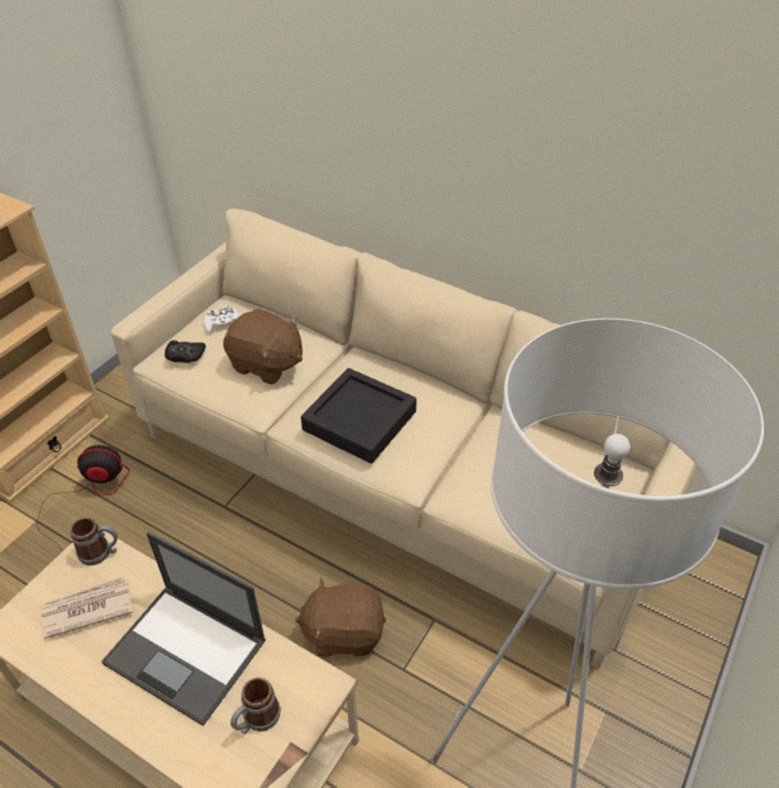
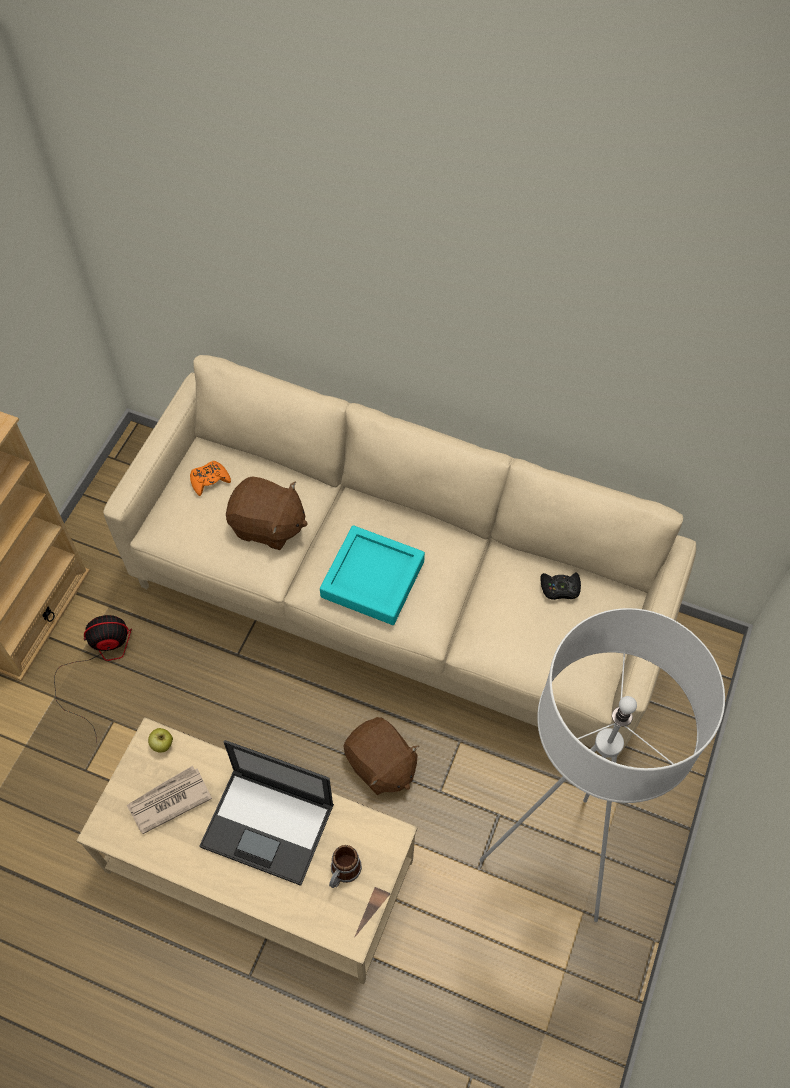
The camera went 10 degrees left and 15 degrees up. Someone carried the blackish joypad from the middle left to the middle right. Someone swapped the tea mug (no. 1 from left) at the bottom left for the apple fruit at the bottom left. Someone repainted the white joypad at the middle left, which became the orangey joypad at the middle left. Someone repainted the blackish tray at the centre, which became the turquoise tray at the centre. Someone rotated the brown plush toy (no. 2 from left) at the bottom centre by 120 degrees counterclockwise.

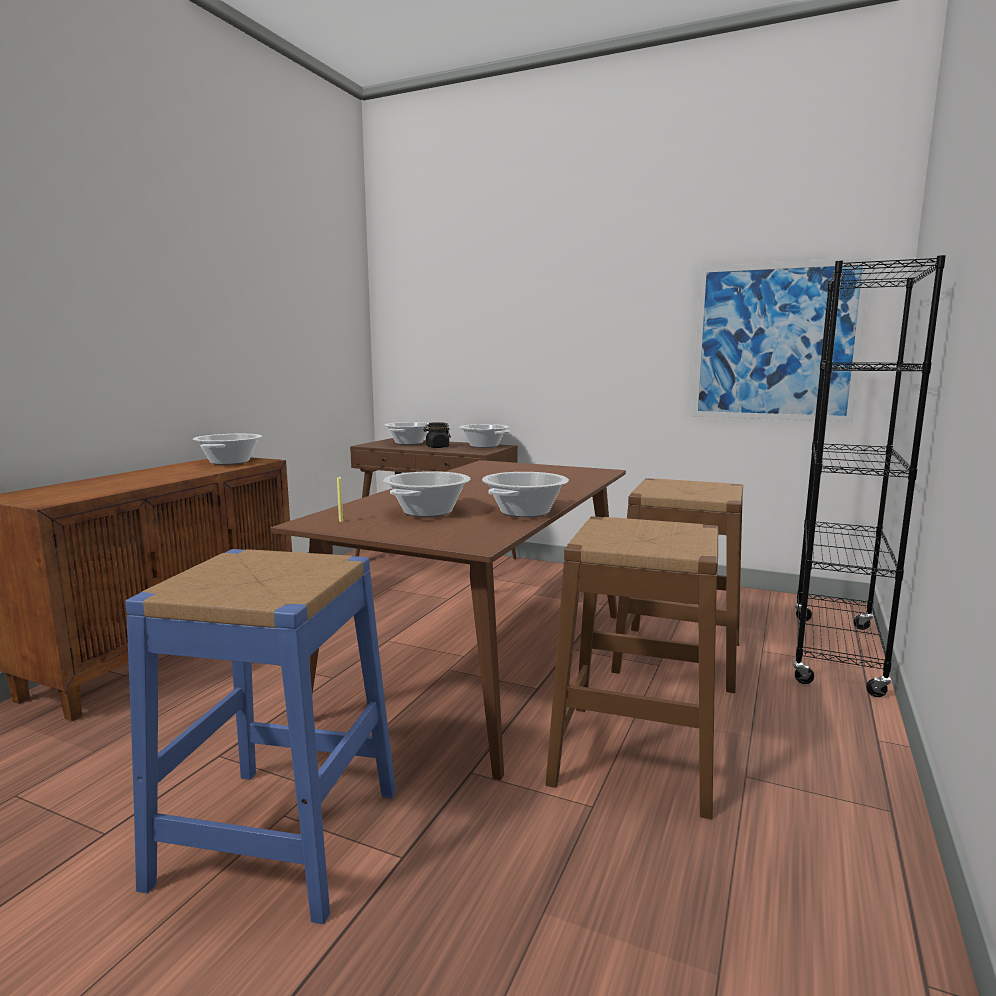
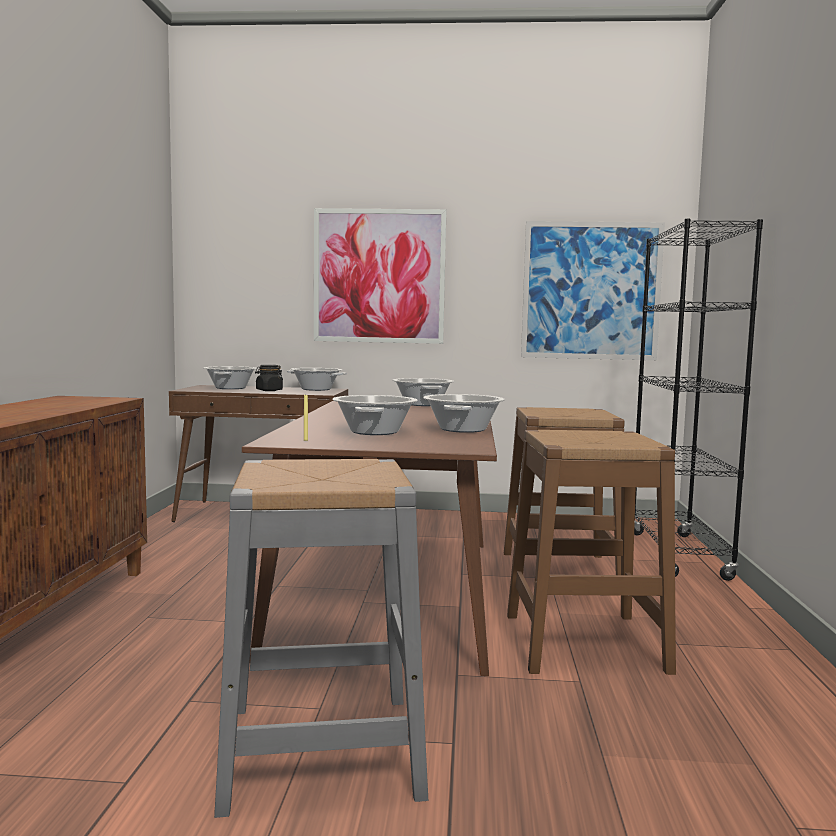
The camera went 20 degrees left and 5 degrees down. Someone put up the picture (no. 1 from left) at the top centre. Someone carried the saucepot (no. 1 from left in the first image) from the middle left to the centre. Someone repainted the bluish stool at the bottom left, which became the greyish stool at the bottom centre.

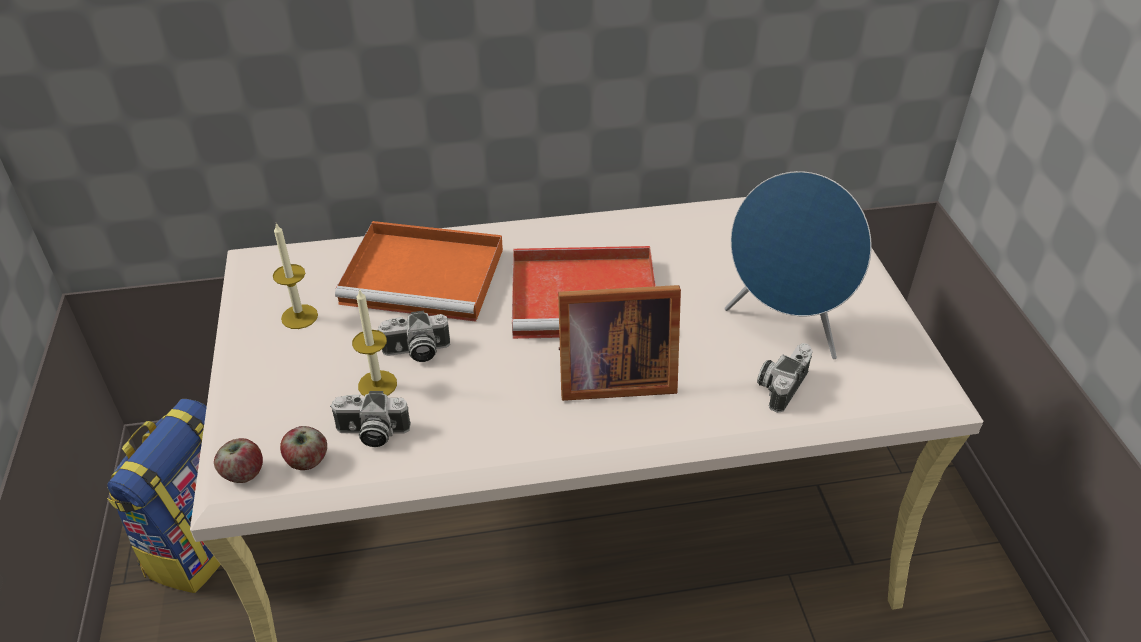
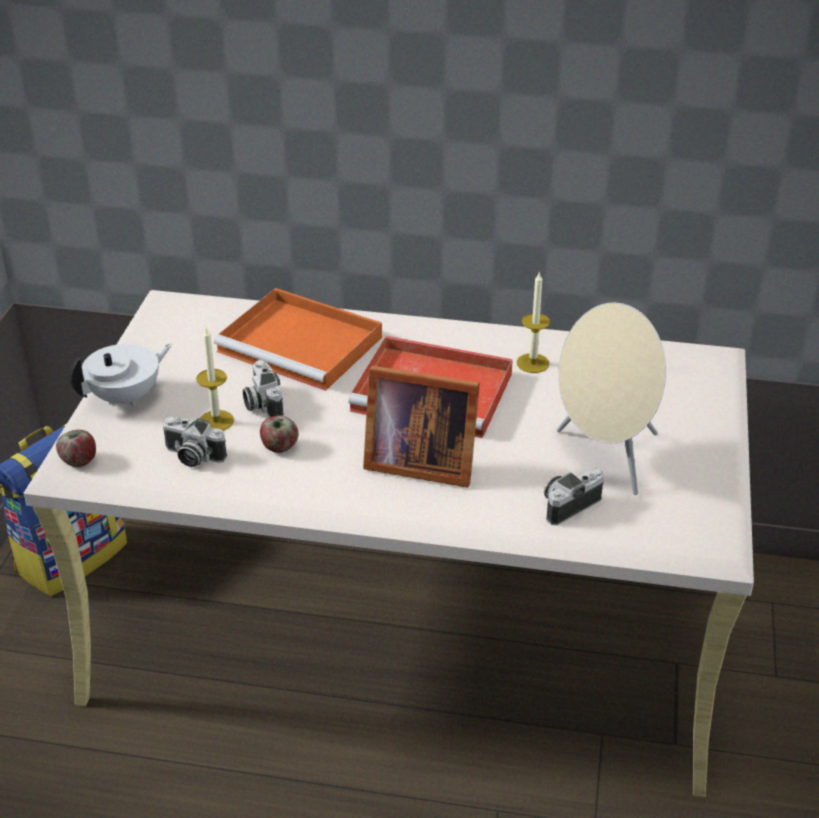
The camera went 20 degrees right and 5 degrees down. Someone put down the white pot for tea at the middle left. Someone carried the wax light (no. 1 from left in the first image) from the middle left to the centre. Someone carried the apple fruit (no. 2 from left) from the bottom left to the centre. Someone repainted the bluish speaker at the middle right, which became the beige-coloured speaker at the middle right. Someone rotated the still camera (no. 2 from left) at the centre by 60 degrees clockwise.

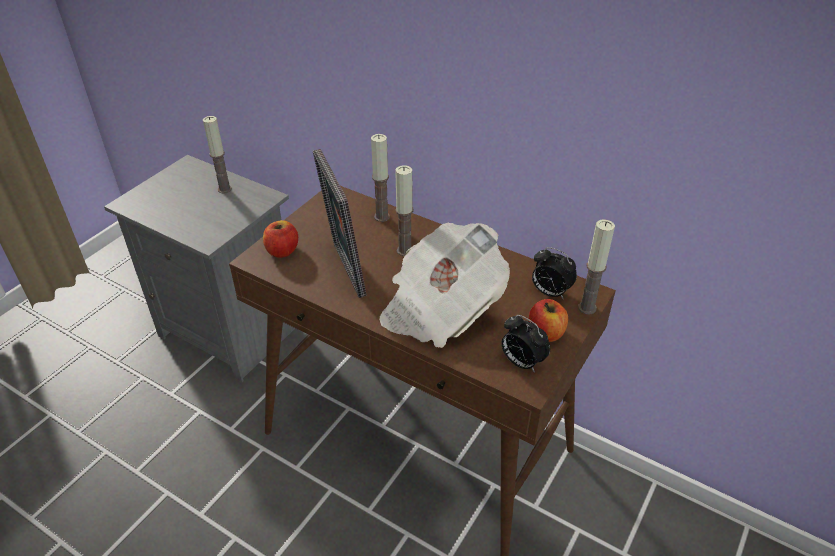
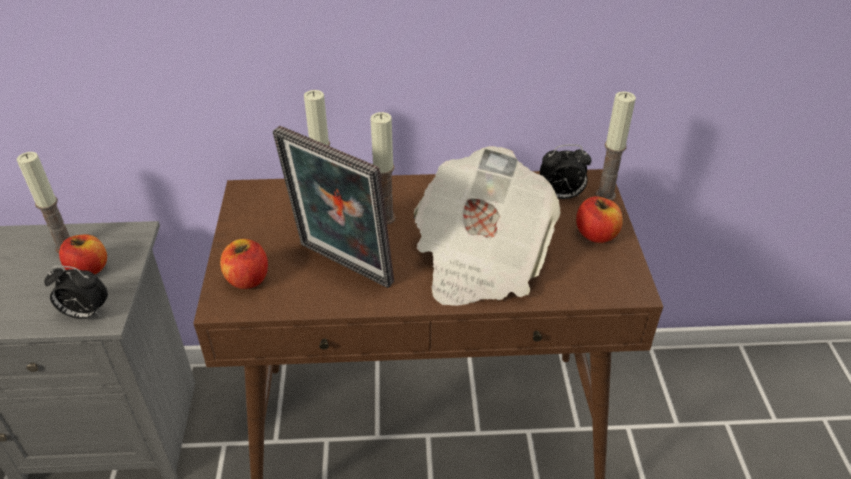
The camera went 35 degrees left and 0 degrees up. Someone put down the apple fruit (no. 1 from left) at the middle left. Someone carried the bedside clock (no. 1 from left) from the centre to the middle left.

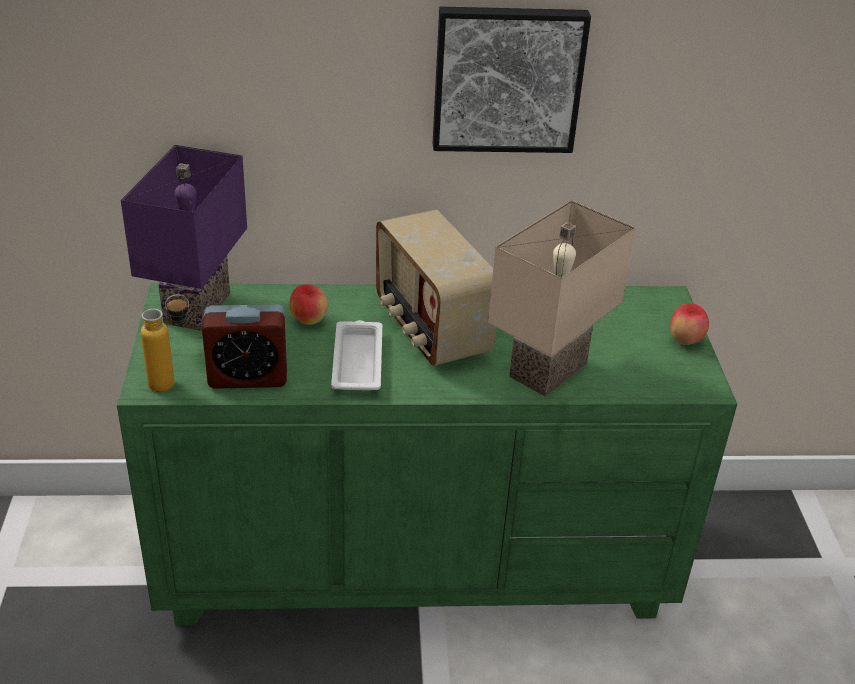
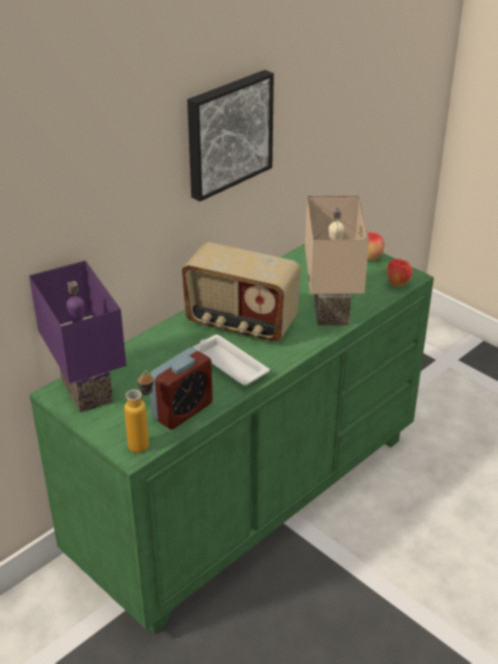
The camera went 40 degrees left and 0 degrees up. Someone carried the apple fruit (no. 1 from left in the first image) from the centre to the middle right.

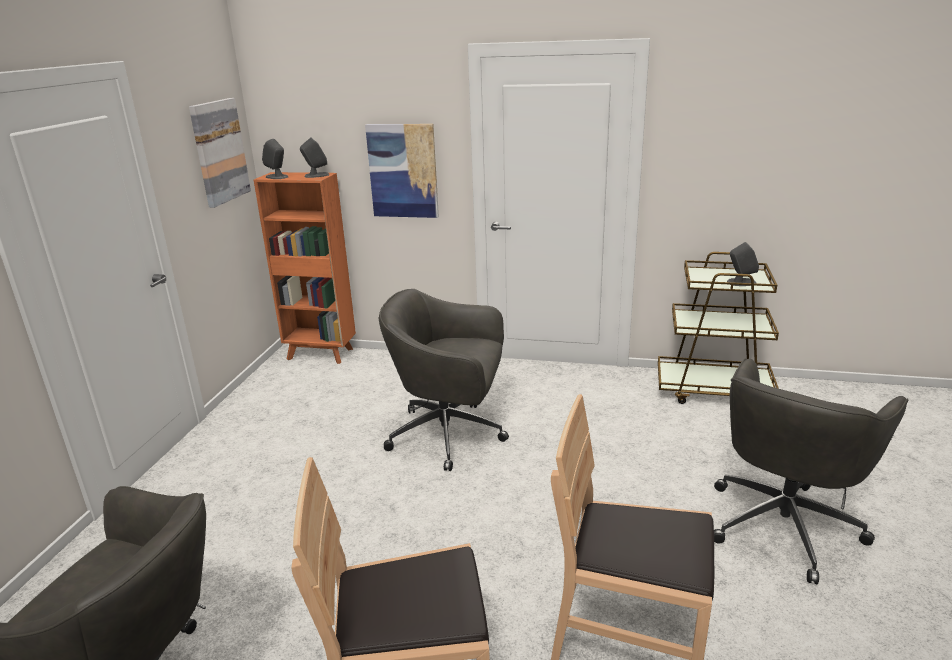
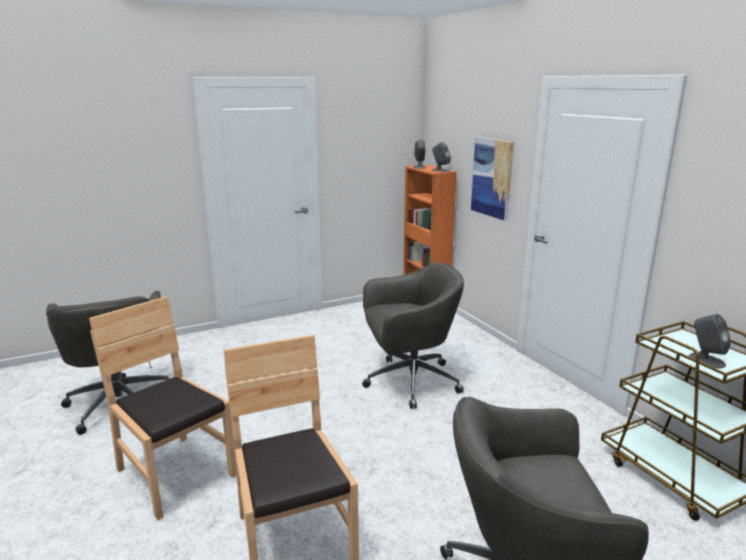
The camera went 50 degrees right and 5 degrees down. Someone took away the picture (no. 1 from left) at the top left. Someone rotated the greyish computer chair (no. 2 from left) at the centre by 105 degrees clockwise.

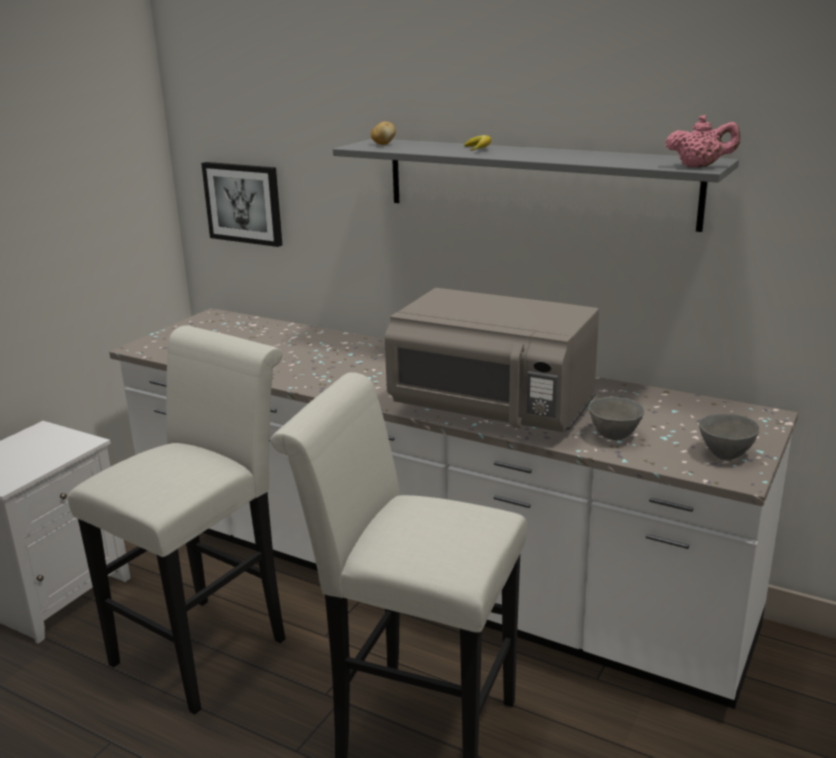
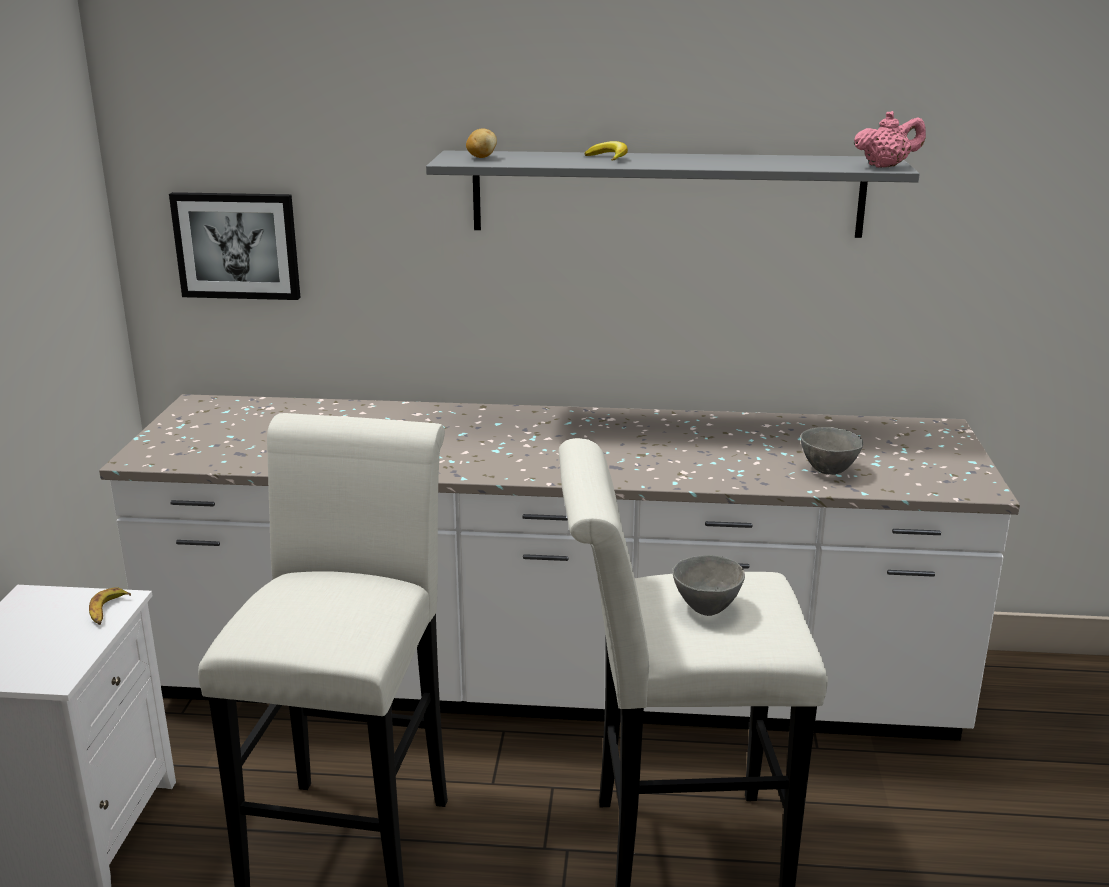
The camera went 25 degrees left and 0 degrees up. Someone took away the greyish microwave oven at the centre. Someone put down the banana fruit (no. 1 from left) at the bottom left. Someone carried the greyish bowl (no. 2 from left in the first image) from the middle right to the centre.

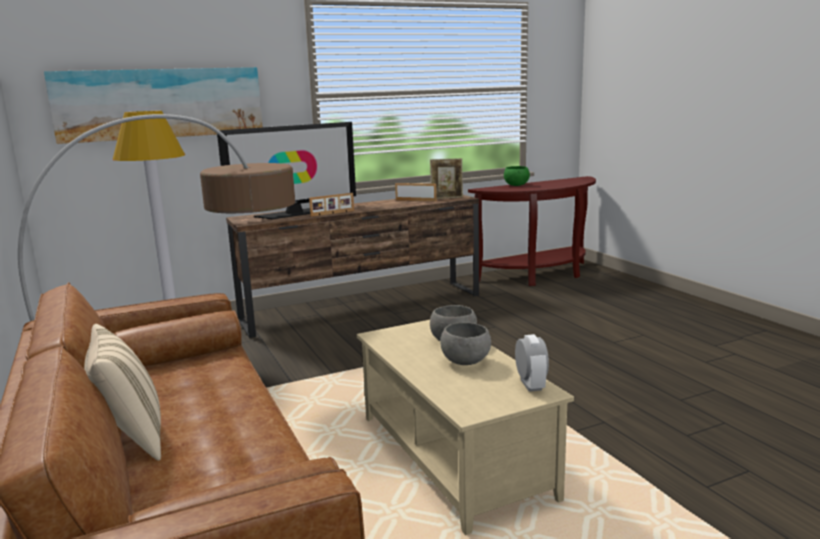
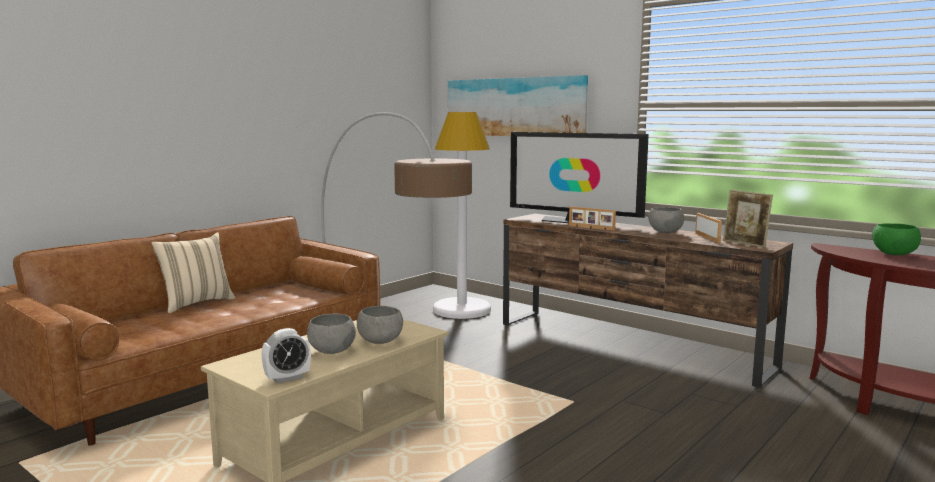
The camera went 65 degrees right and 5 degrees down. Someone put down the greyish bowl (no. 3 from left) at the middle right.

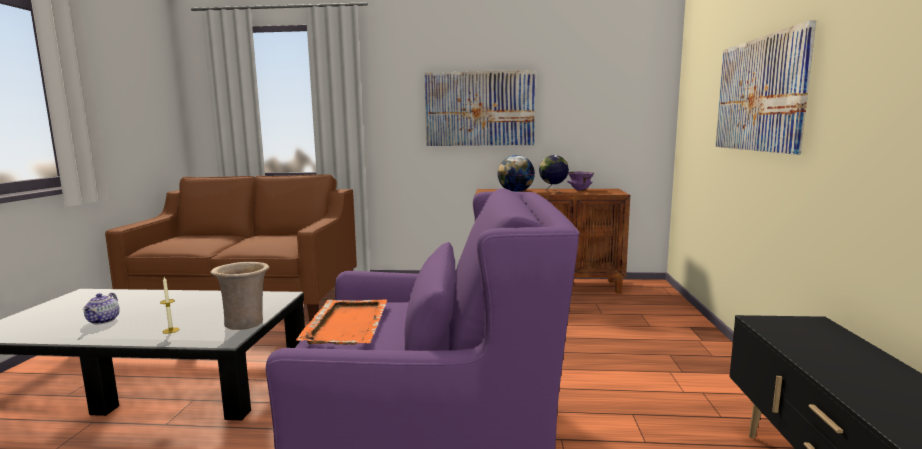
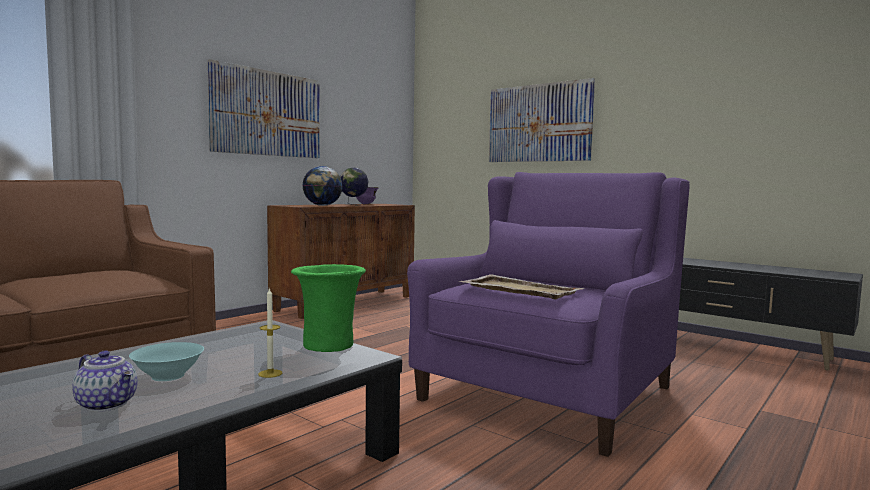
The camera went 55 degrees left and 5 degrees down. Someone put down the turquoise bowl at the bottom left. Someone repainted the beige-coloured flower vase at the middle left, which became the greenish flower vase at the centre. Someone repainted the orangey tray at the bottom centre, which became the beige-coloured tray at the centre.

